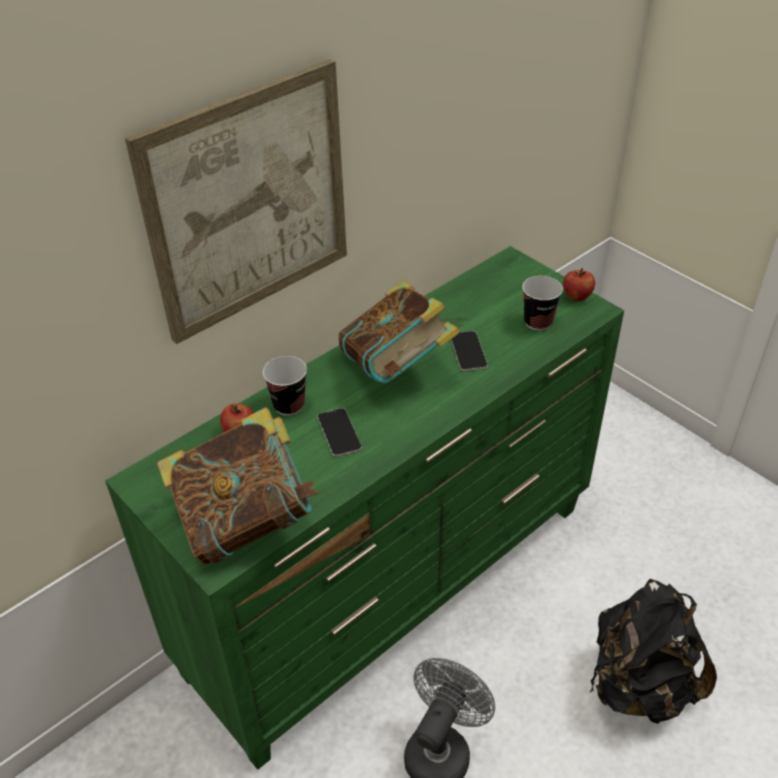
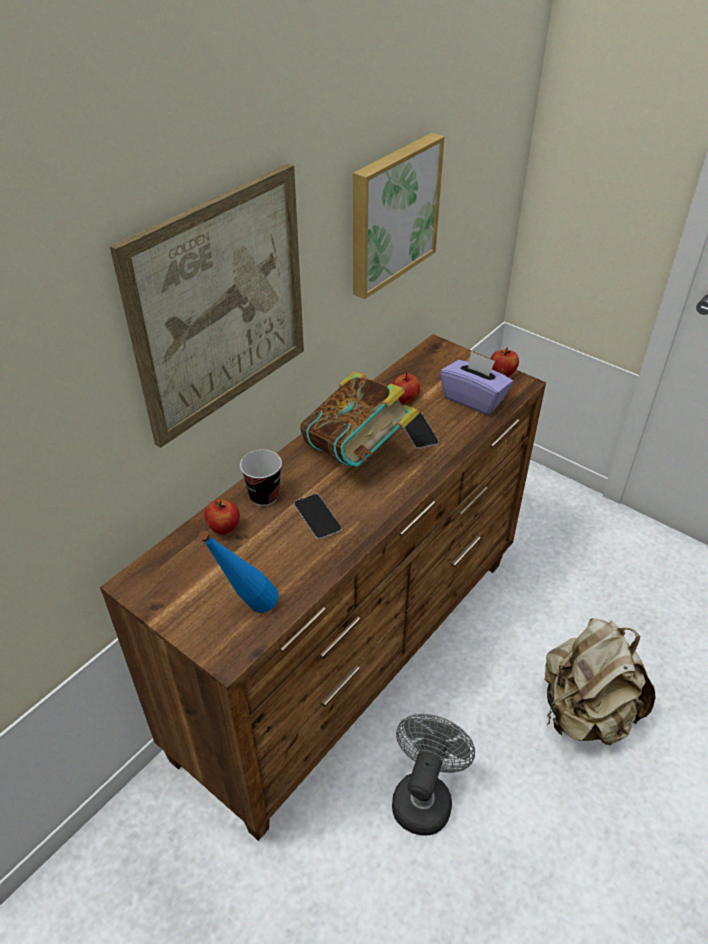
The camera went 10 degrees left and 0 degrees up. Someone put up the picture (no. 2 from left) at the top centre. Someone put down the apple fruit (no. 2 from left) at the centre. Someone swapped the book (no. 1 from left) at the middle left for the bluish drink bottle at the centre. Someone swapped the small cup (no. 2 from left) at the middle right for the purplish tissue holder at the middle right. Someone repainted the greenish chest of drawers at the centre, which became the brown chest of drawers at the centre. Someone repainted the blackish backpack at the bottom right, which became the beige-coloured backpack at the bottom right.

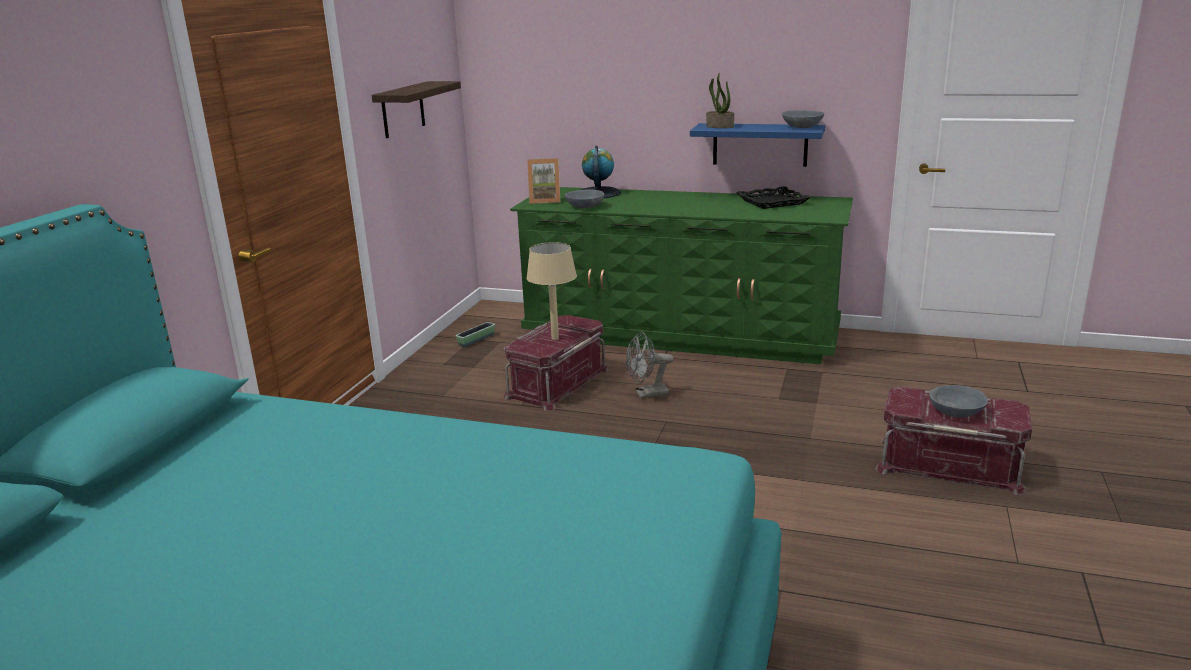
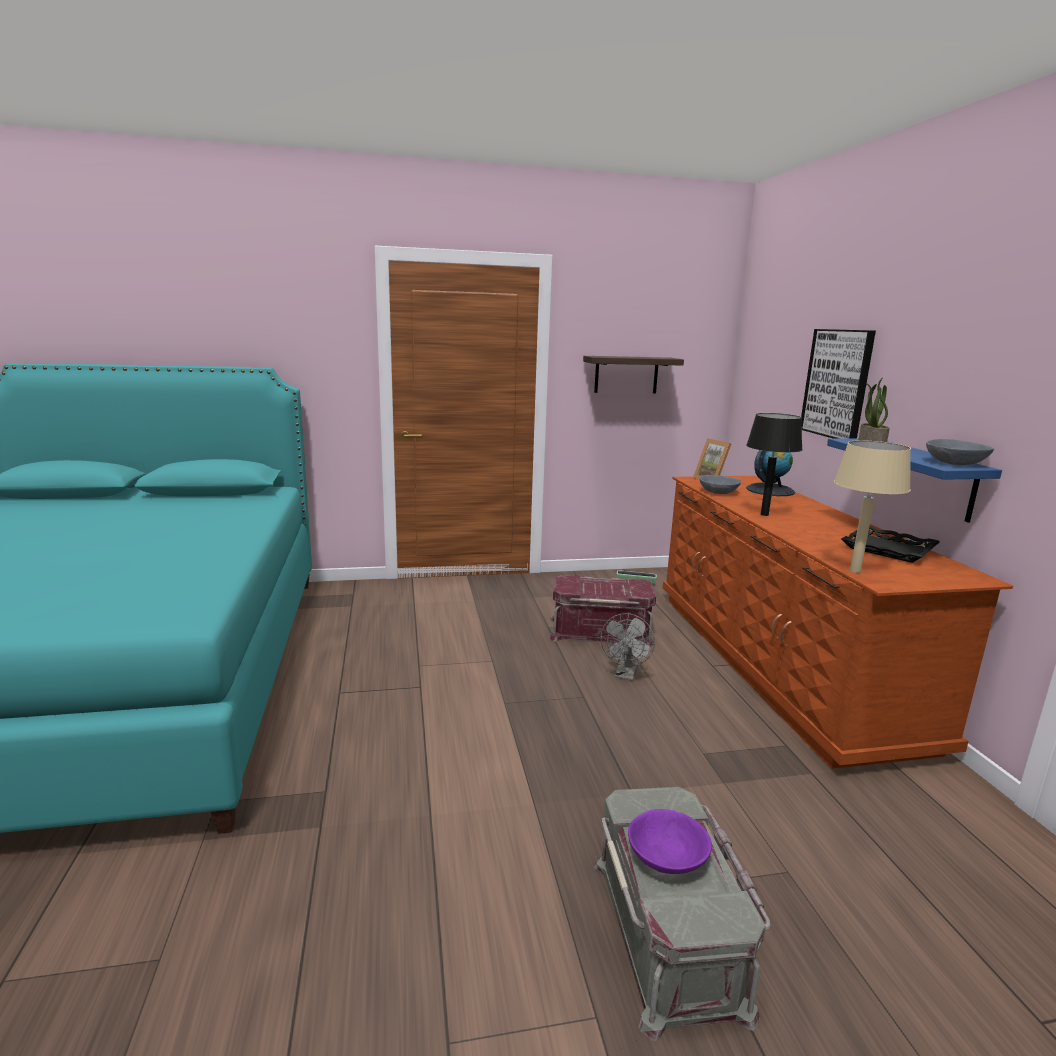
The camera went 60 degrees right and 5 degrees down. Someone put down the blackish table lamp at the middle right. Someone put up the picture at the middle right. Someone carried the beige-coloured table lamp from the centre to the middle right. Someone repainted the greenish chest of drawers at the centre, which became the brown chest of drawers at the middle right. Someone repainted the red storage bin (no. 2 from left) at the middle right, which became the greyish storage bin at the bottom centre. Someone repainted the greyish bowl (no. 3 from left) at the middle right, which became the purplish bowl at the bottom centre. Someone rotated the greyish cooling fan at the centre by 120 degrees counterclockwise.

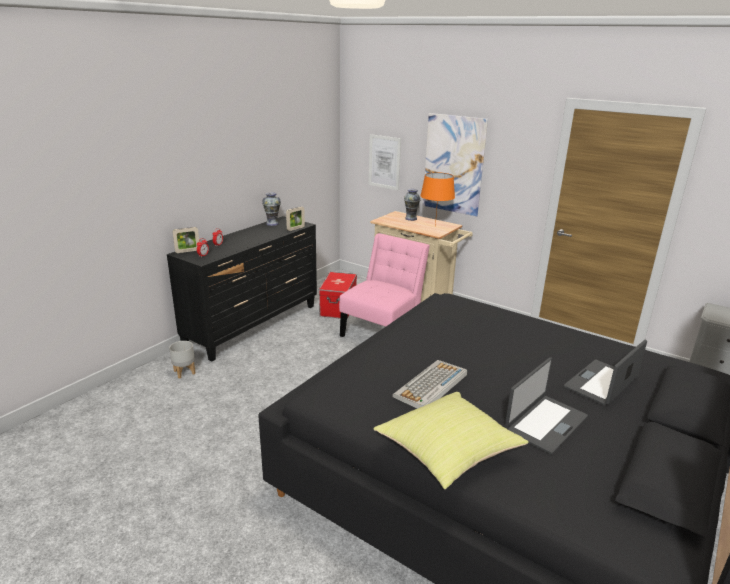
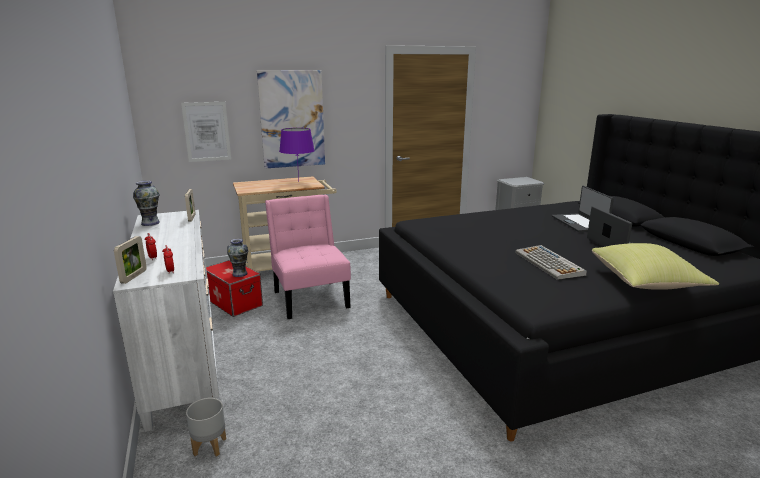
The camera went 55 degrees left and 5 degrees down. Someone carried the flower vase (no. 2 from left) from the centre to the middle left. Someone repainted the blackish chest of drawers at the middle left, which became the white chest of drawers at the bottom left. Someone repainted the orangey table lamp at the centre, which became the purplish table lamp at the top centre.

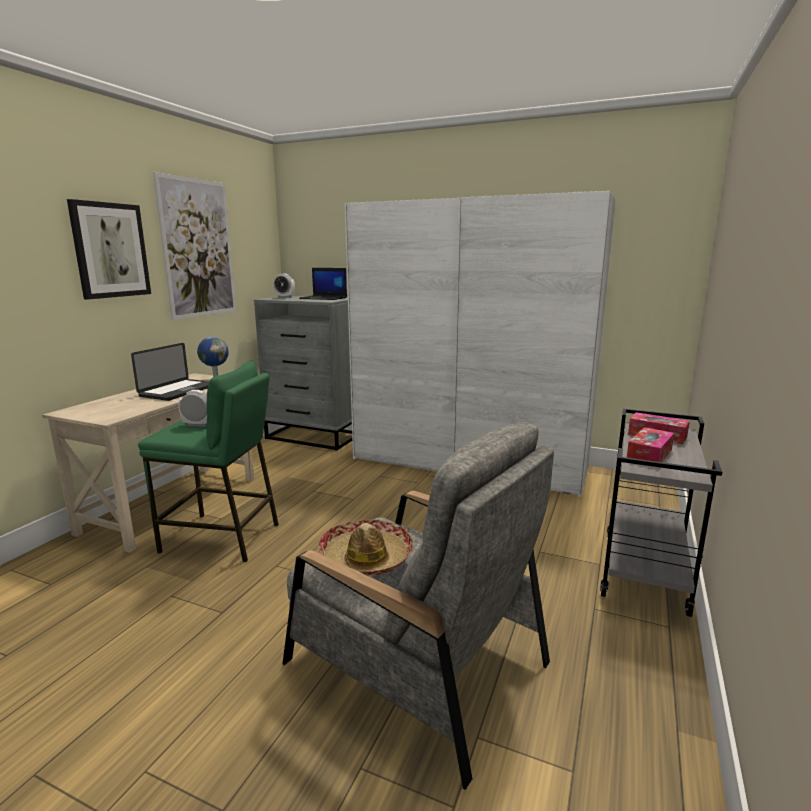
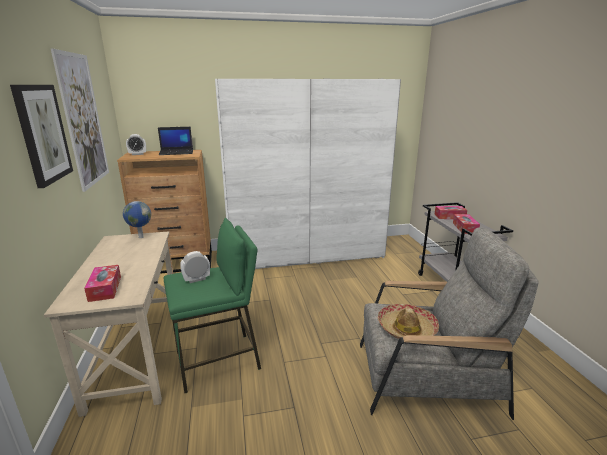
The camera went 35 degrees left and 5 degrees up. Someone took away the portable computer (no. 1 from left) at the middle left. Someone put down the tissue holder (no. 1 from left) at the middle left. Someone repainted the greyish chest of drawers at the centre, which became the brown chest of drawers at the middle left.

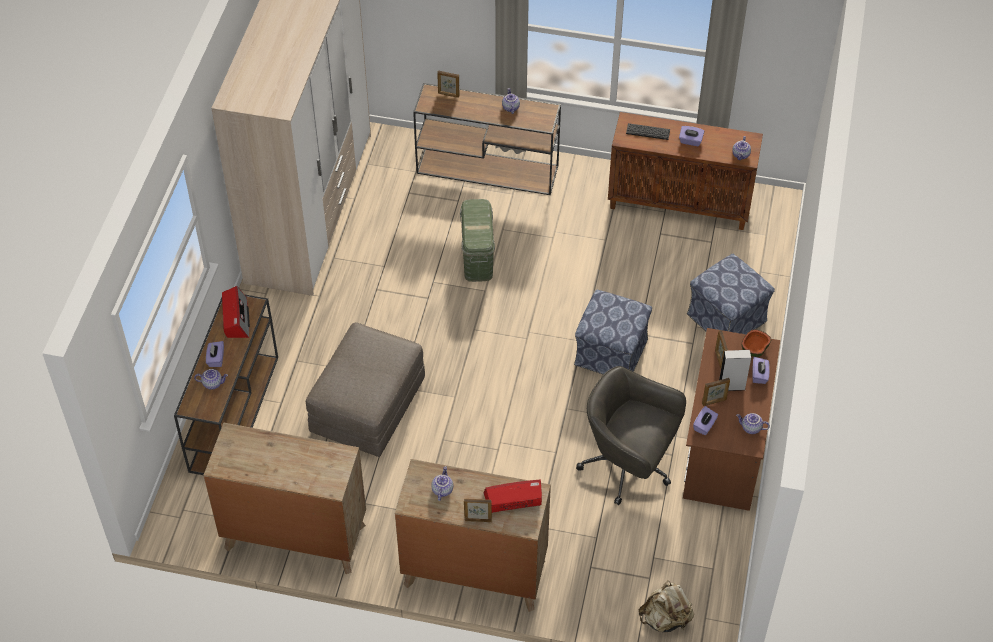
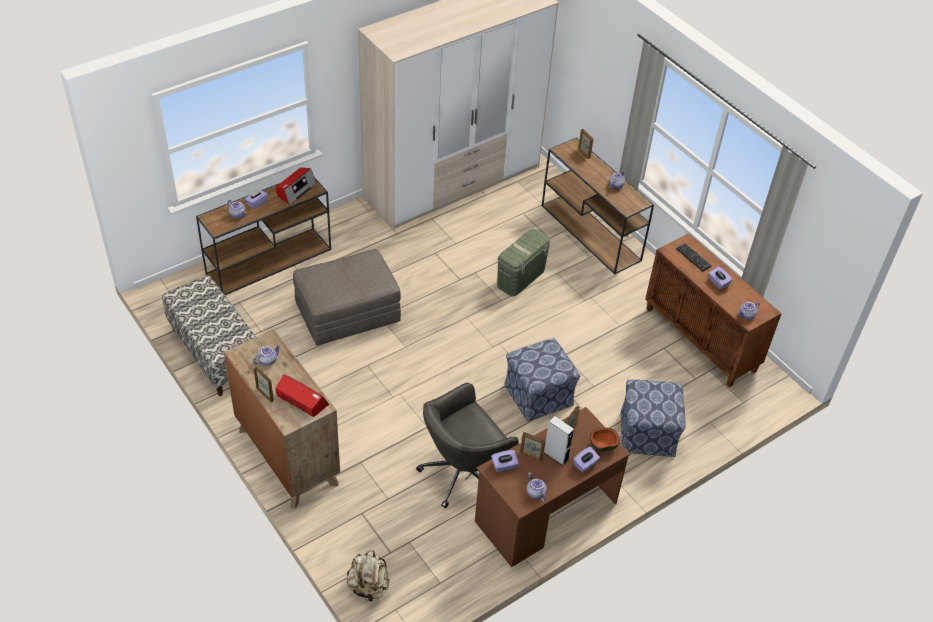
The camera went 40 degrees right and 5 degrees down. Someone swapped the brown chest of drawers (no. 1 from left) at the bottom left for the indoor bench at the middle left. Someone rotated the greyish computer chair at the bottom centre by 105 degrees counterclockwise.

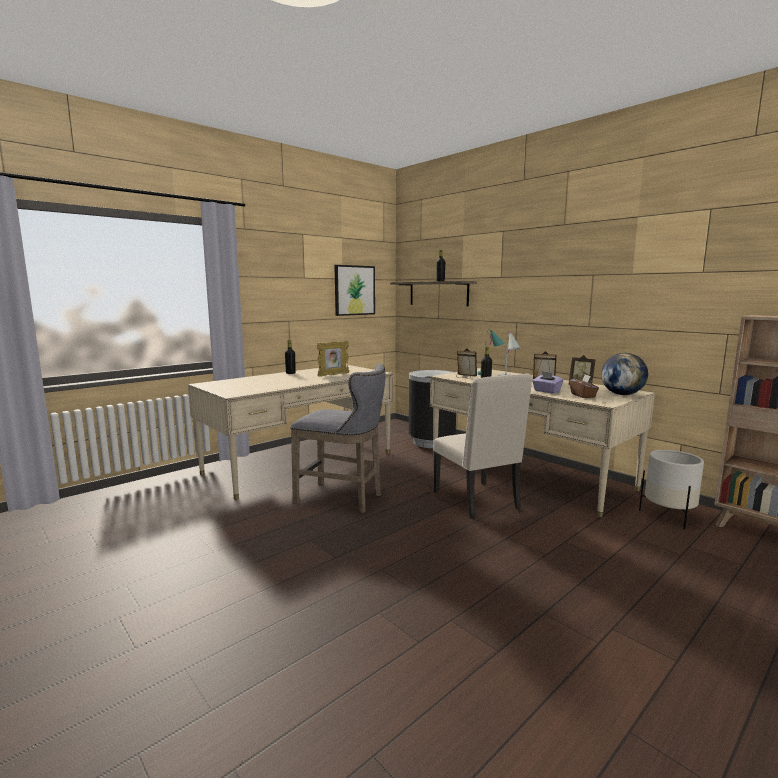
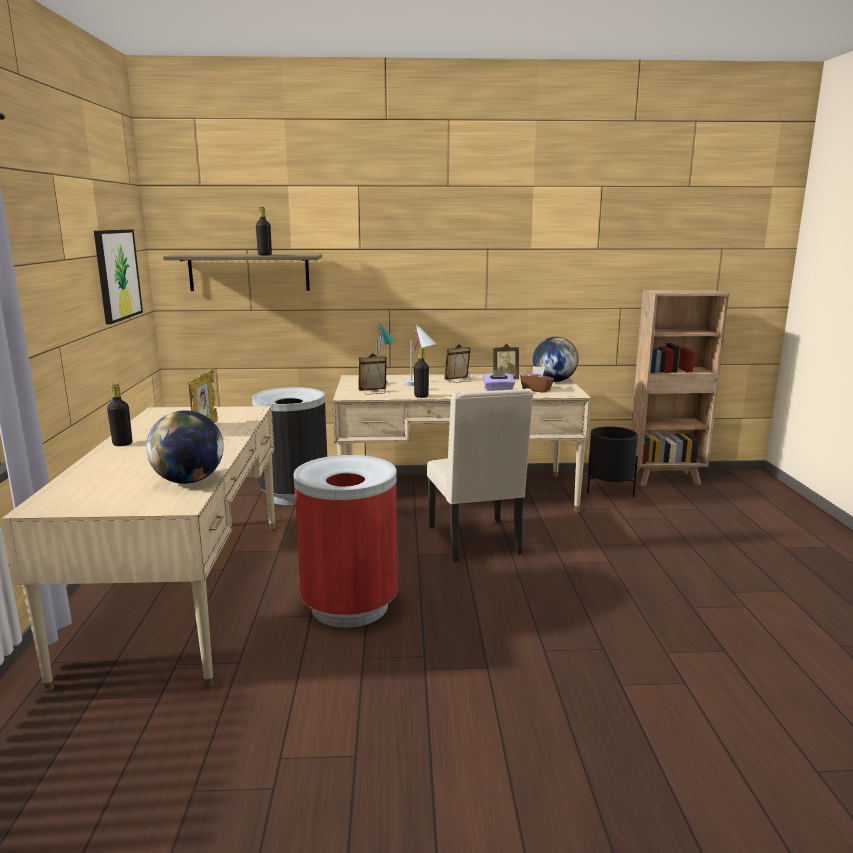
The camera went 50 degrees left and 5 degrees up. Someone put down the desk globe (no. 1 from left) at the middle left. Someone swapped the greyish stool at the centre for the red rubbish bin at the centre. Someone repainted the white flower pot at the middle right, which became the blackish flower pot at the middle right. Someone rotated the beige-coloured plain chair at the centre by 60 degrees clockwise.

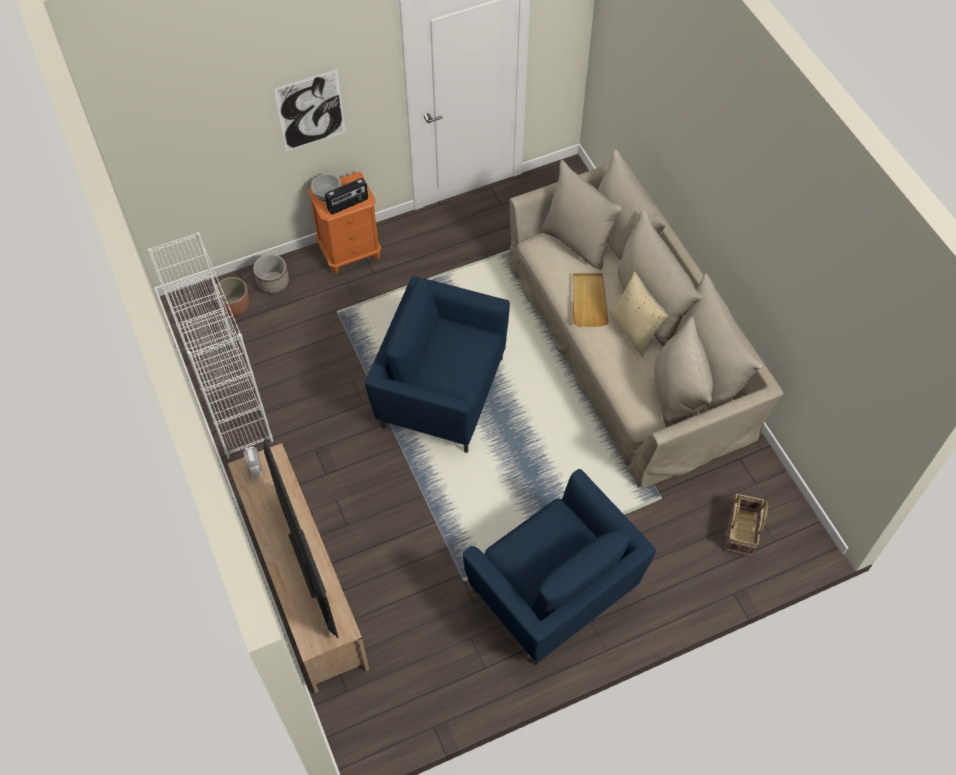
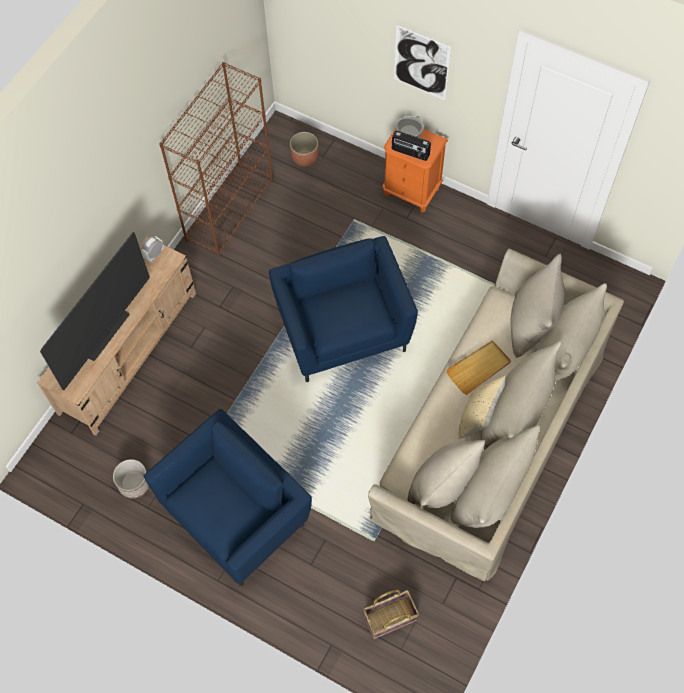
The camera went 55 degrees right and 5 degrees up. Someone carried the flower pot (no. 2 from left in the first image) from the middle left to the bottom left. Someone repainted the white bookcase at the middle left, which became the brown bookcase at the top left. Someone rotated the bluish armchair (no. 2 from left in the first image) at the bottom centre by 150 degrees counterclockwise.

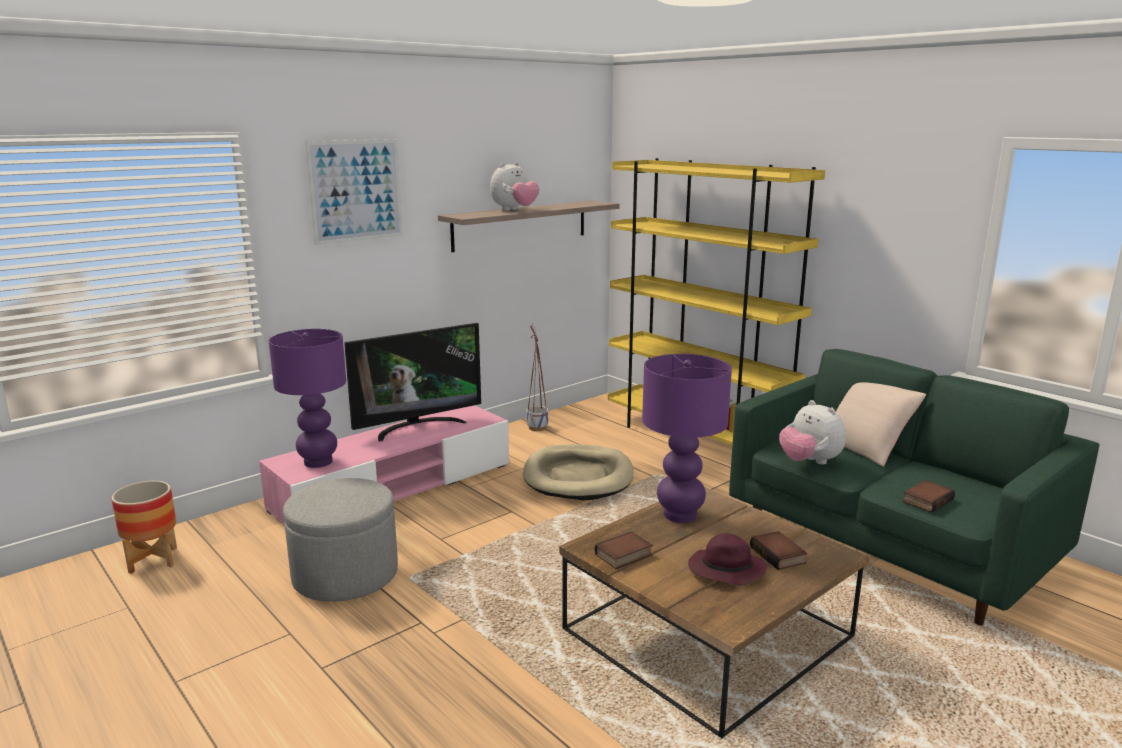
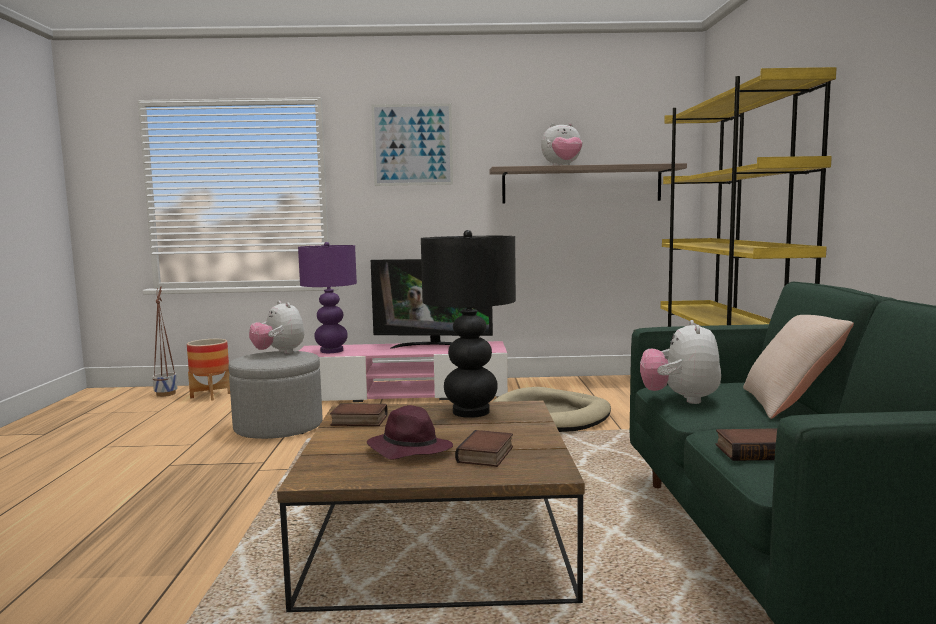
The camera went 40 degrees right and 10 degrees down. Someone put down the plush toy (no. 1 from left) at the middle left. Someone carried the flower pot (no. 2 from left in the first image) from the centre to the middle left. Someone repainted the purplish table lamp (no. 2 from left) at the centre, which became the blackish table lamp at the centre.

